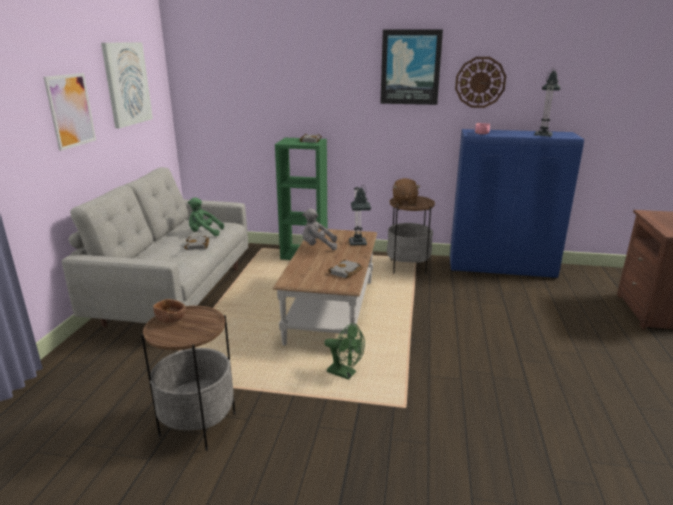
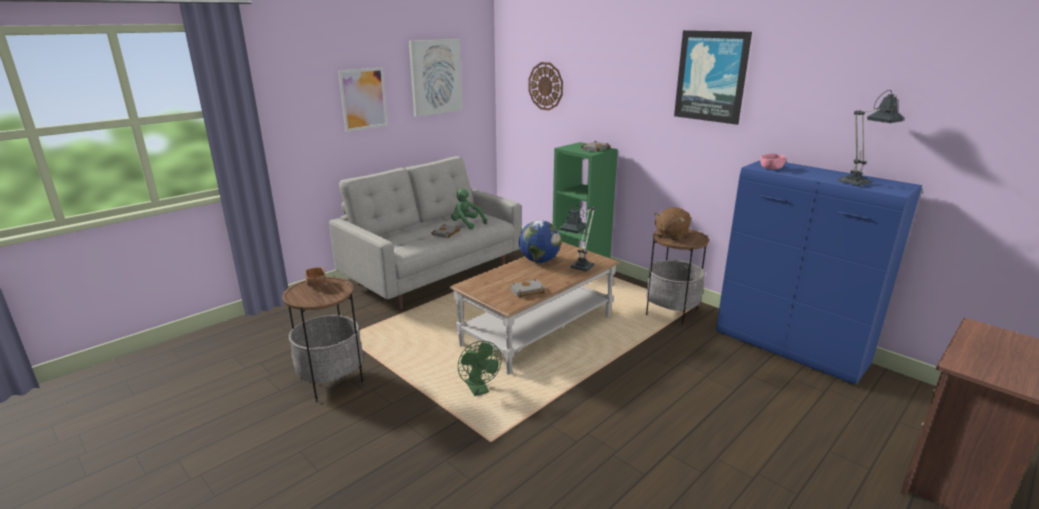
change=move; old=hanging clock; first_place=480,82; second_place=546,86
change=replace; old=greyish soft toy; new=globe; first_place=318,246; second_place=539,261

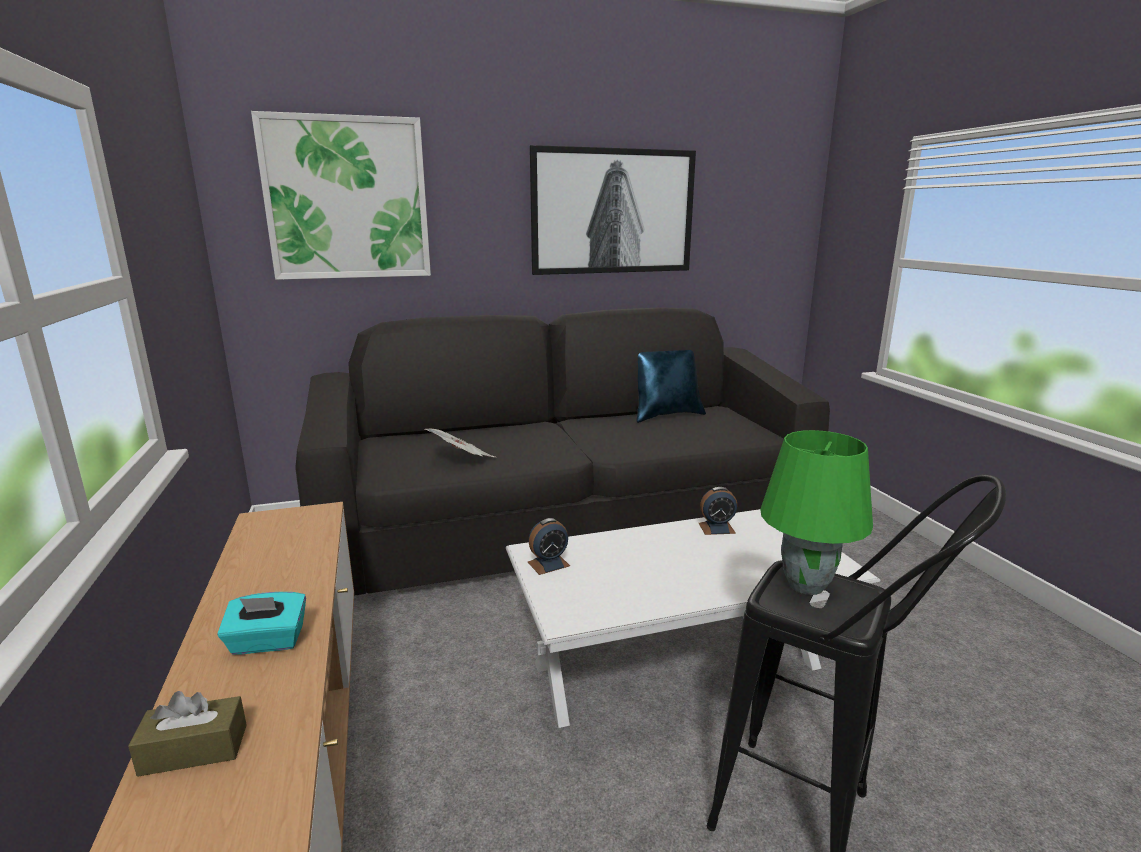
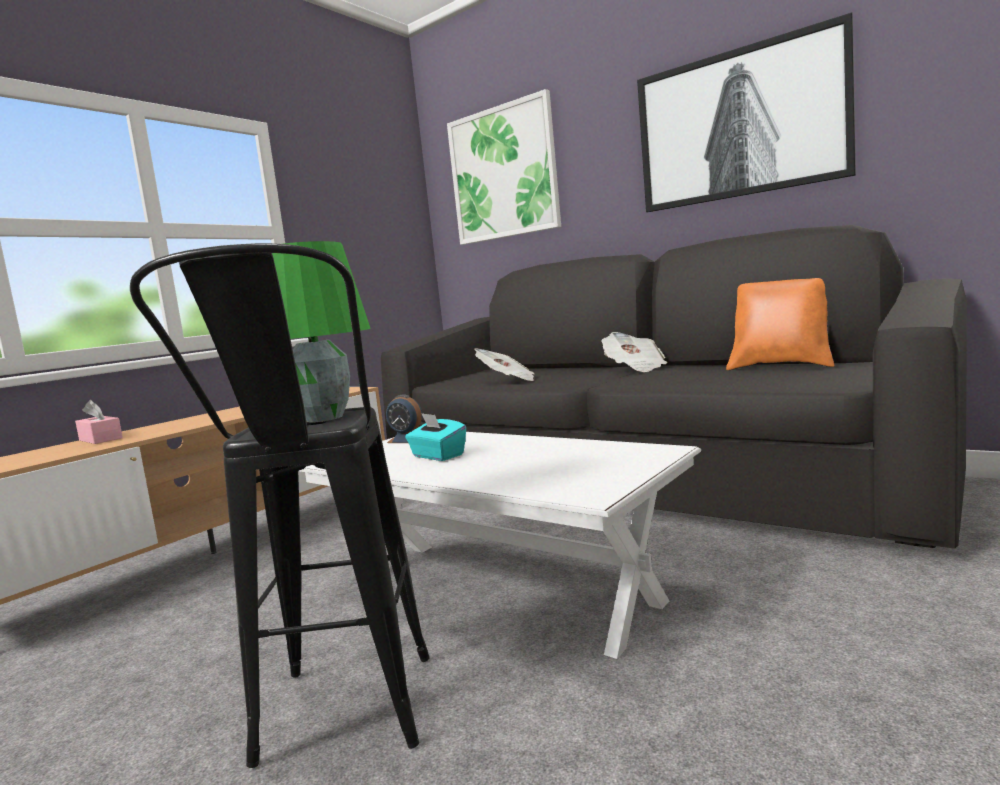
change=delete; old=alarm clock; first_place=716,528
change=insert; new=daily paper; second_place=635,368
change=move; old=blue-green box of tissues; first_place=267,642; second_place=437,456
change=recolor; old=brown-coloured box of tissues; new=pink box of tissues; first_place=194,750; second_place=100,439
change=recolor; old=bluish throw pillow; new=orange throw pillow; first_place=666,415; second_place=781,367

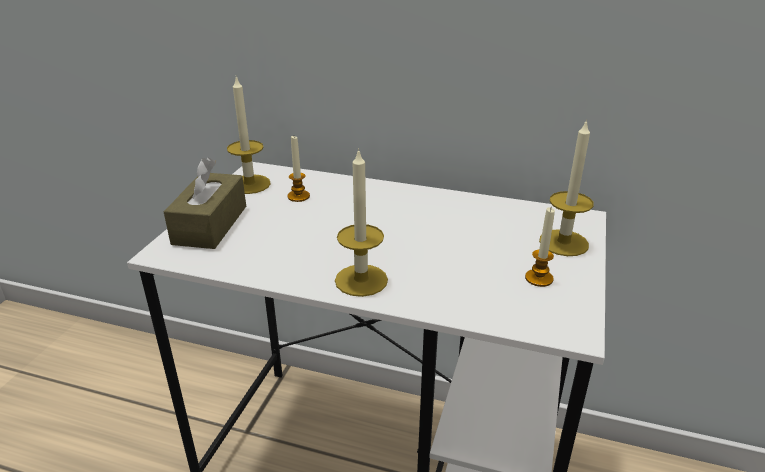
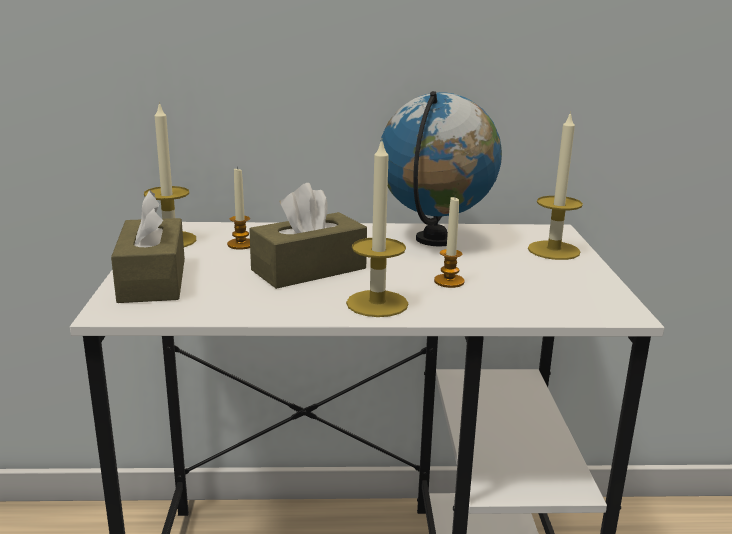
change=insert; new=brown-coloured box of tissues; second_place=309,269
change=insert; new=globe; second_place=435,240
change=move; old=wax light; first_place=539,278; second_place=449,281

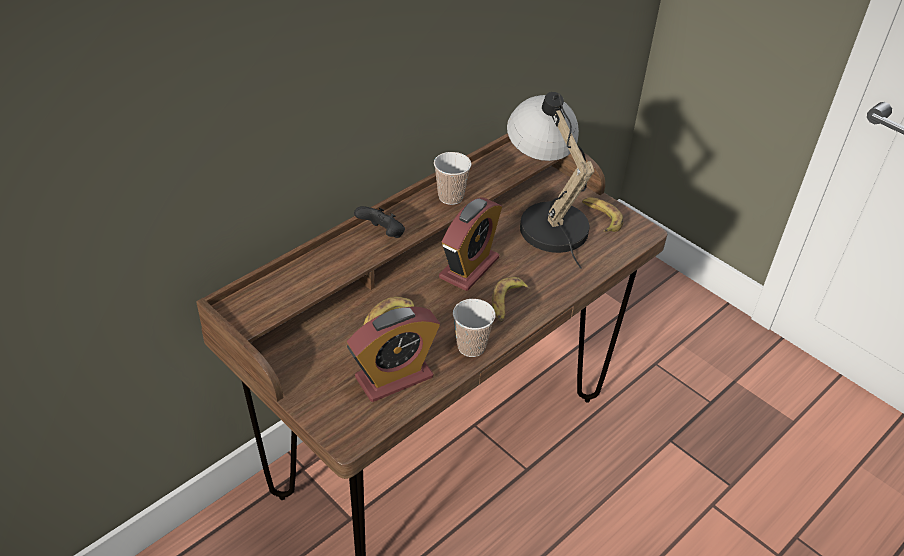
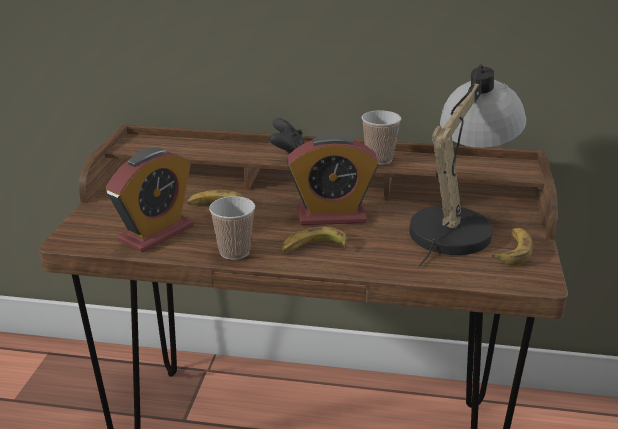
change=rotate; old=alarm clock; first_place=394,377; second_place=156,233; degrees=-75

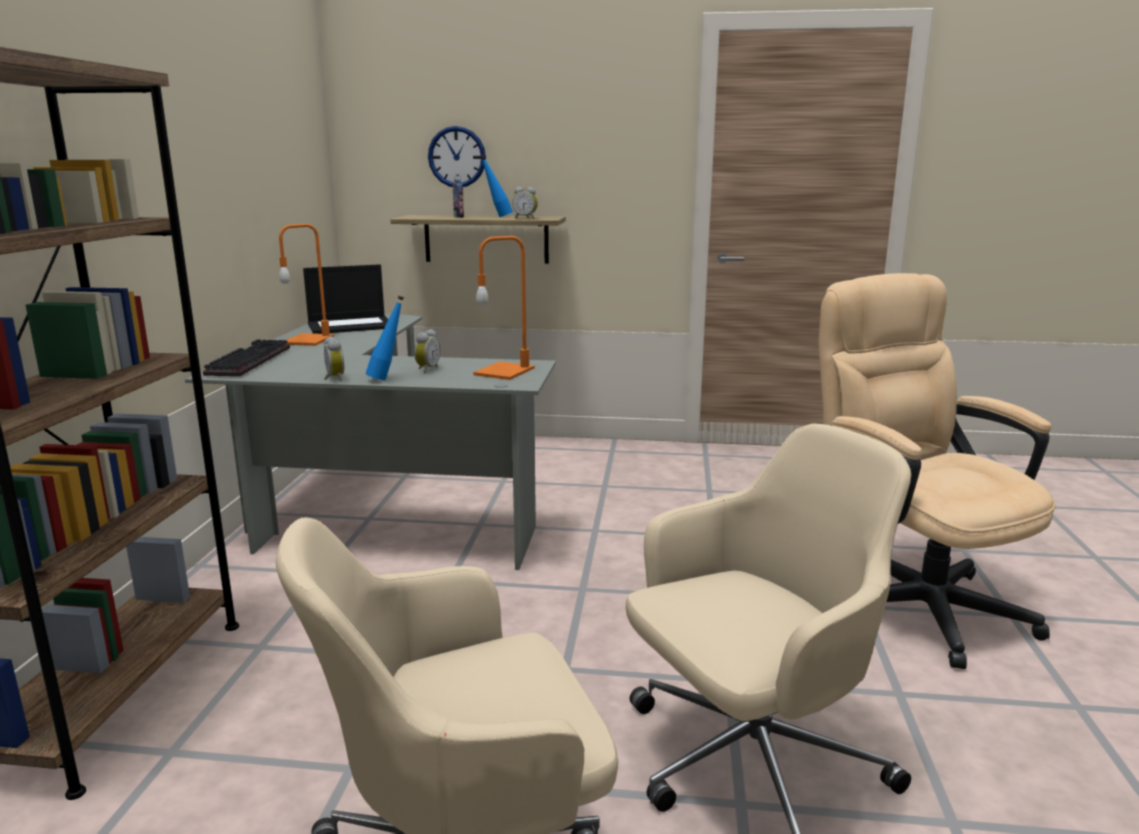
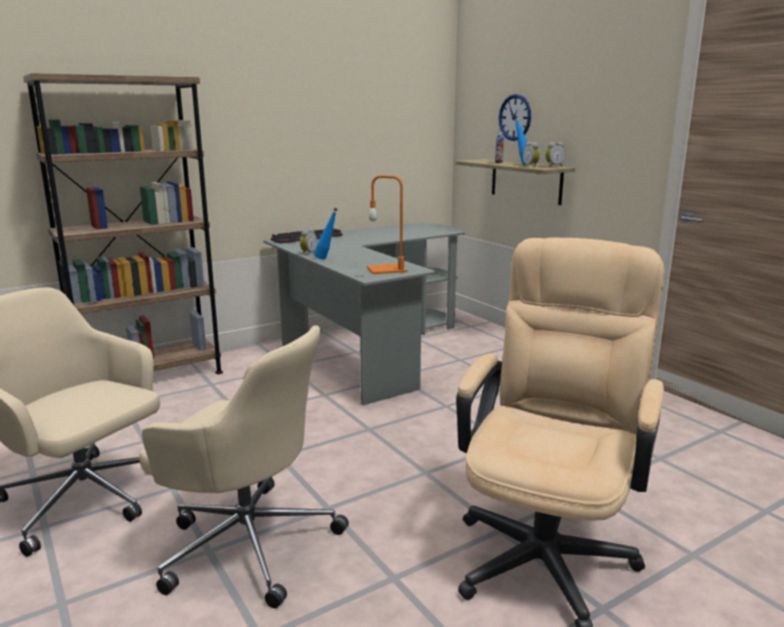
change=delete; old=orange lamp for a table; first_place=308,340
change=delete; old=laptop; first_place=351,325
change=move; old=alarm clock; first_place=426,369; second_place=553,166

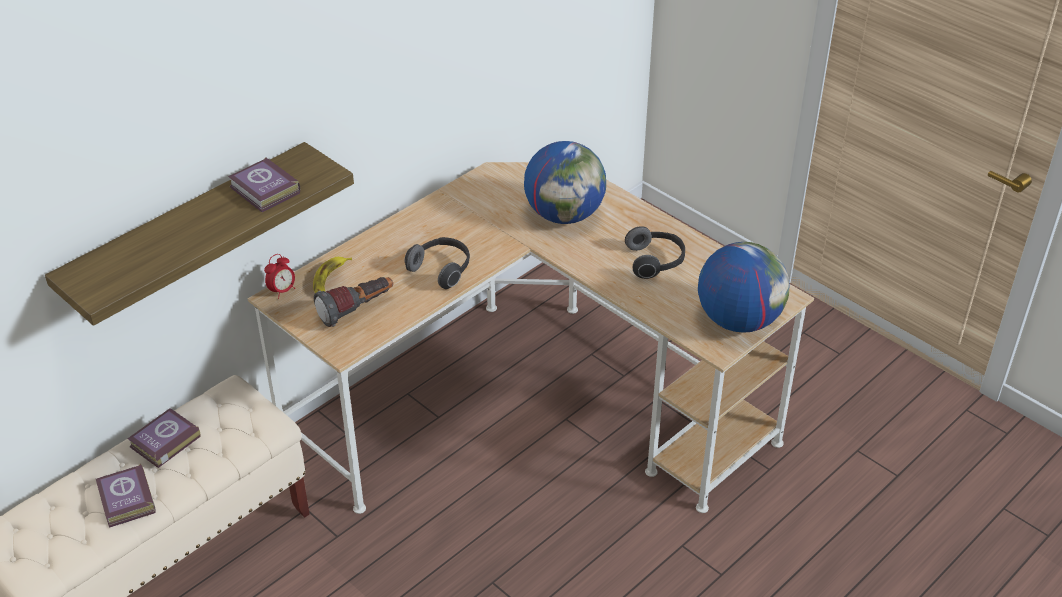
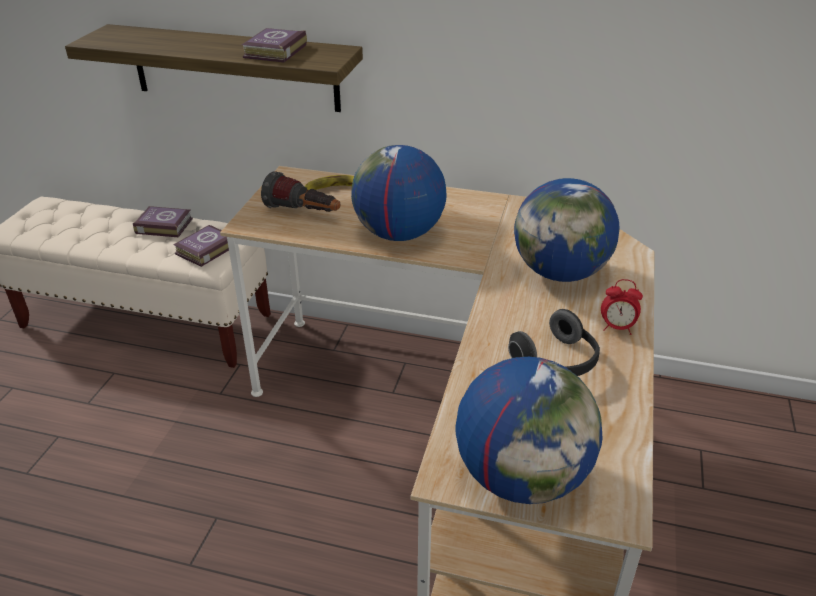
change=move; old=book; first_place=126,501; second_place=204,250
change=move; old=alarm clock; first_place=282,291; second_place=617,328
change=replace; old=pair of headphones; new=globe; first_place=442,270; second_place=398,234

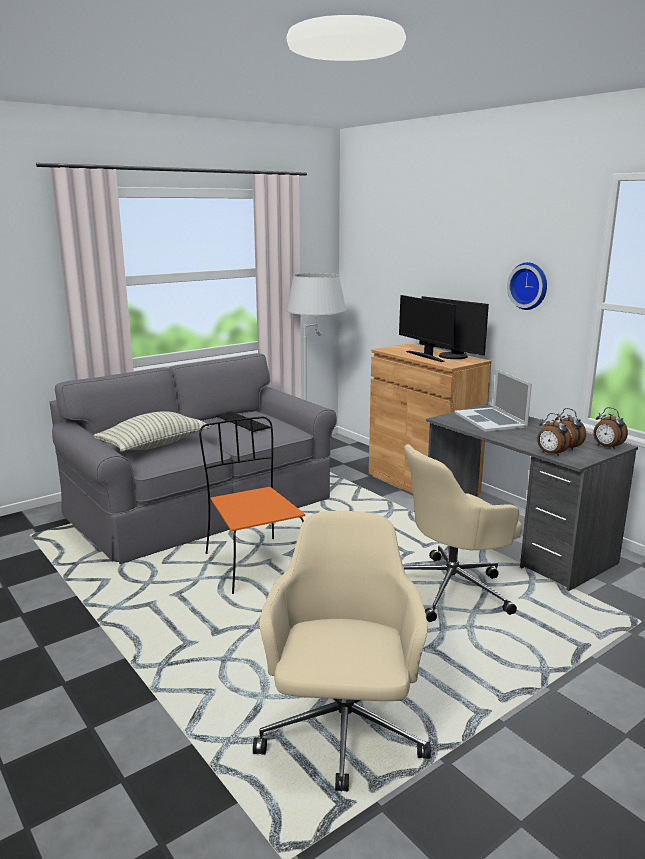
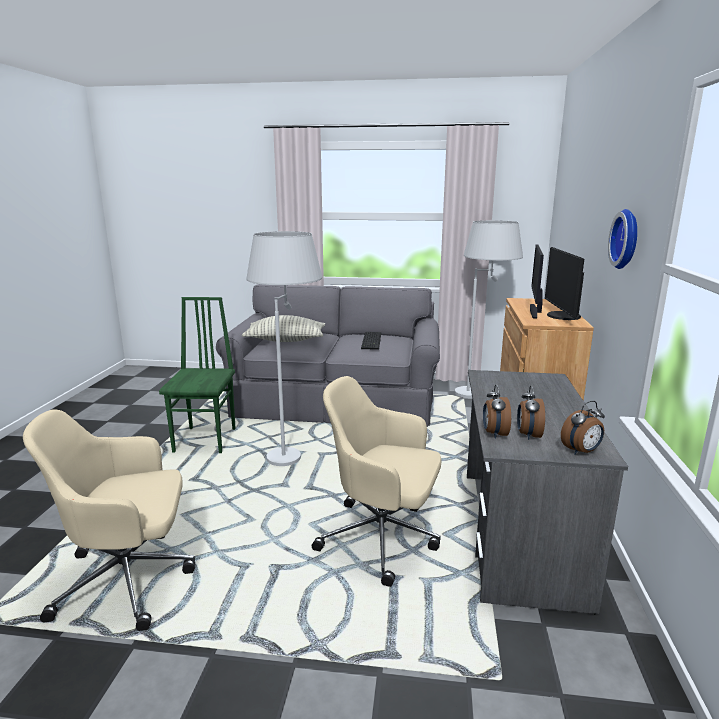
change=delete; old=laptop; first_place=490,420
change=insert; new=greenish plain chair; second_place=206,440
change=replace; old=orange plain chair; new=white standard lamp; first_place=253,563; second_place=291,450
change=rotate; old=beige desk chair; first_place=343,733; second_place=129,580; degrees=-150
change=rotate; old=alarm clock; first_place=606,447; second_place=581,451; degrees=-120

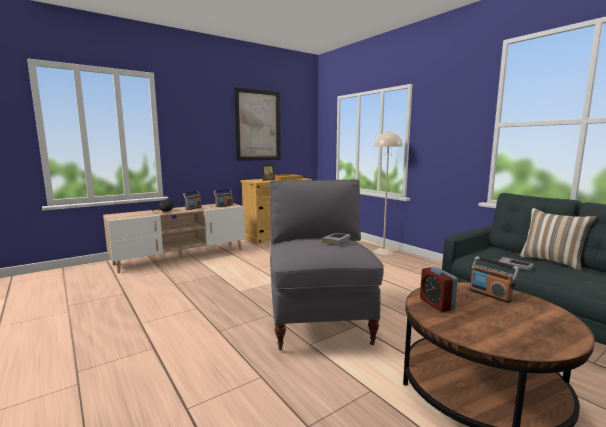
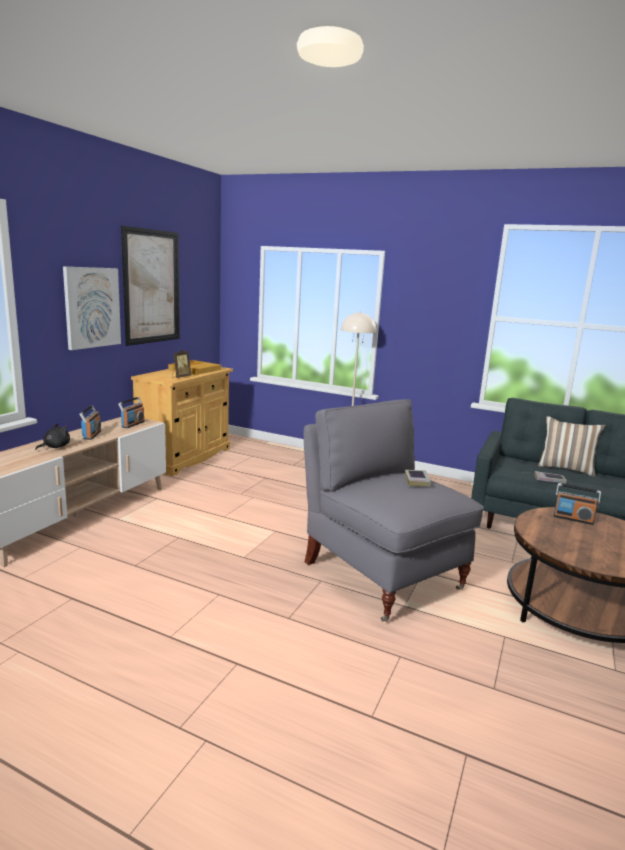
change=delete; old=alarm clock; first_place=436,304
change=insert; new=picture; second_place=92,307

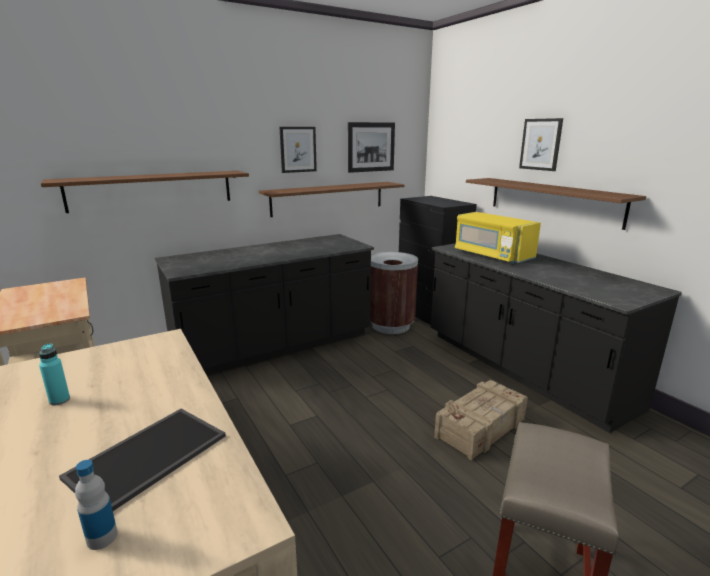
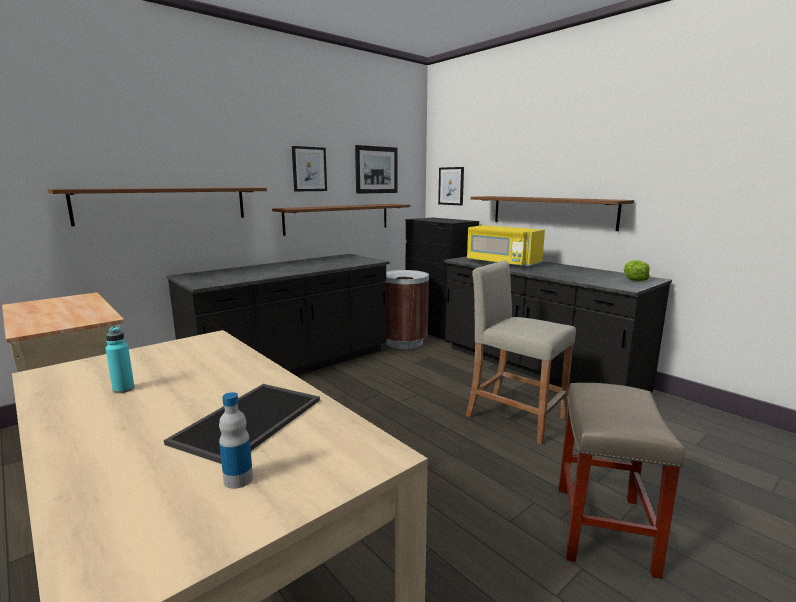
change=insert; new=lettuce head; second_place=634,279
change=move; old=picture; first_place=540,144; second_place=451,186
change=replace; old=shipping crate; new=beige stool seat; first_place=481,428; second_place=515,417

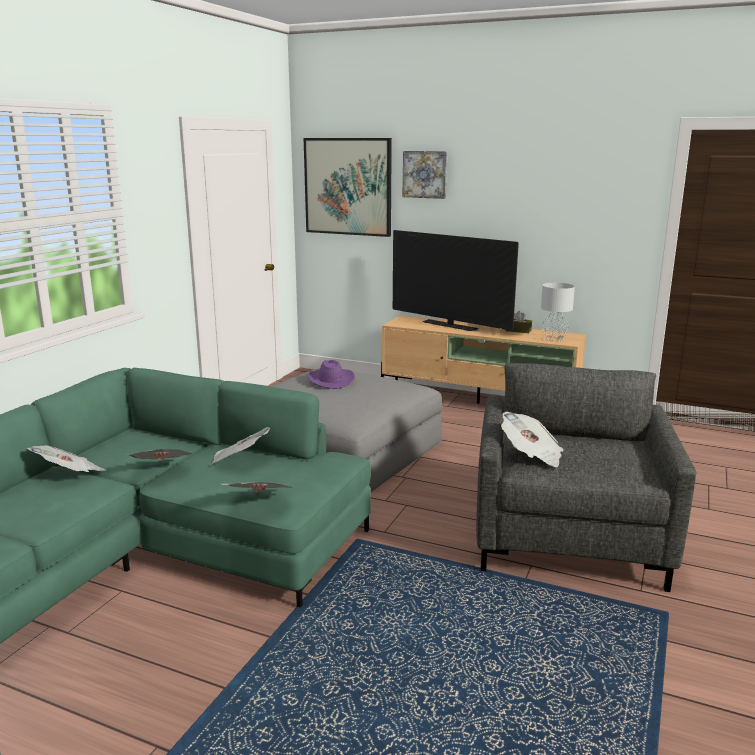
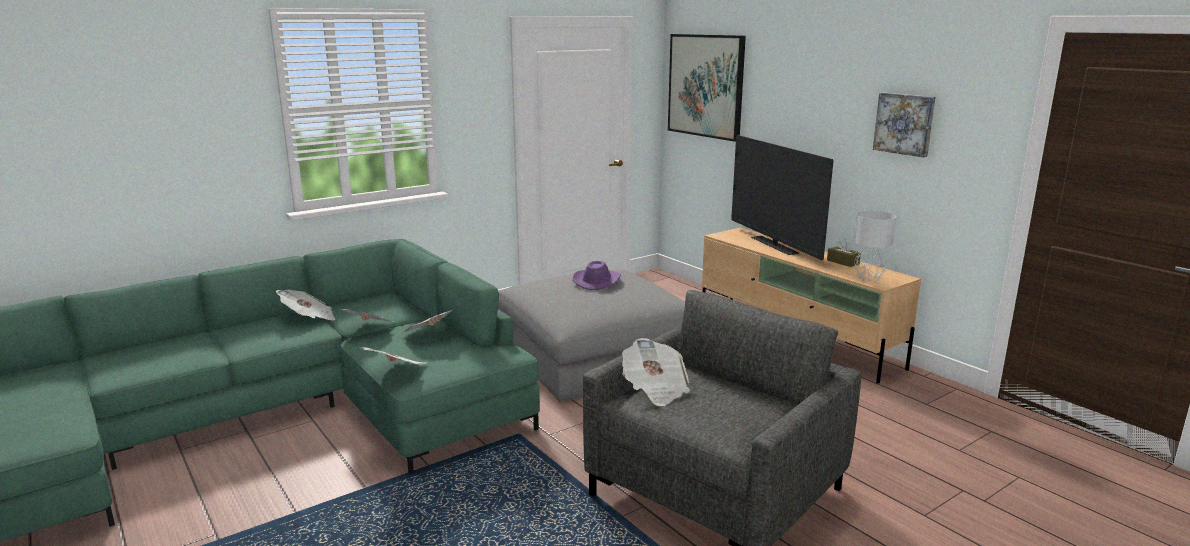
change=move; old=picture; first_place=425,174; second_place=905,124

